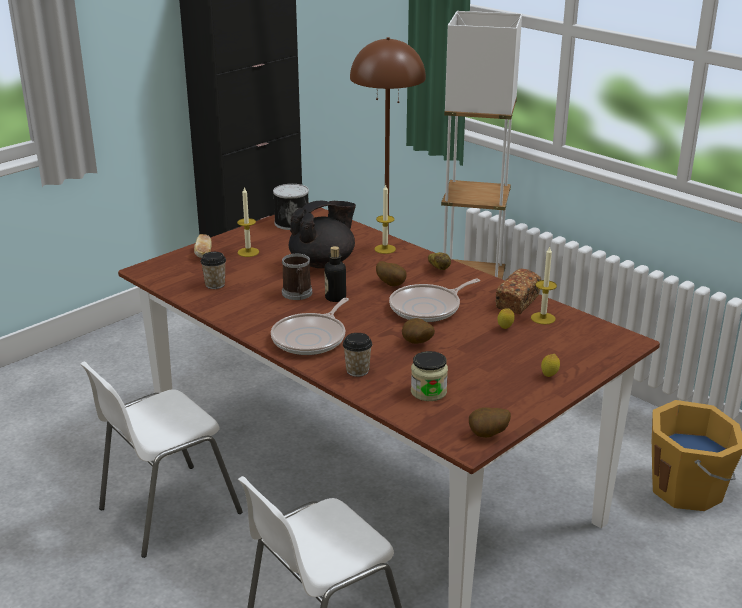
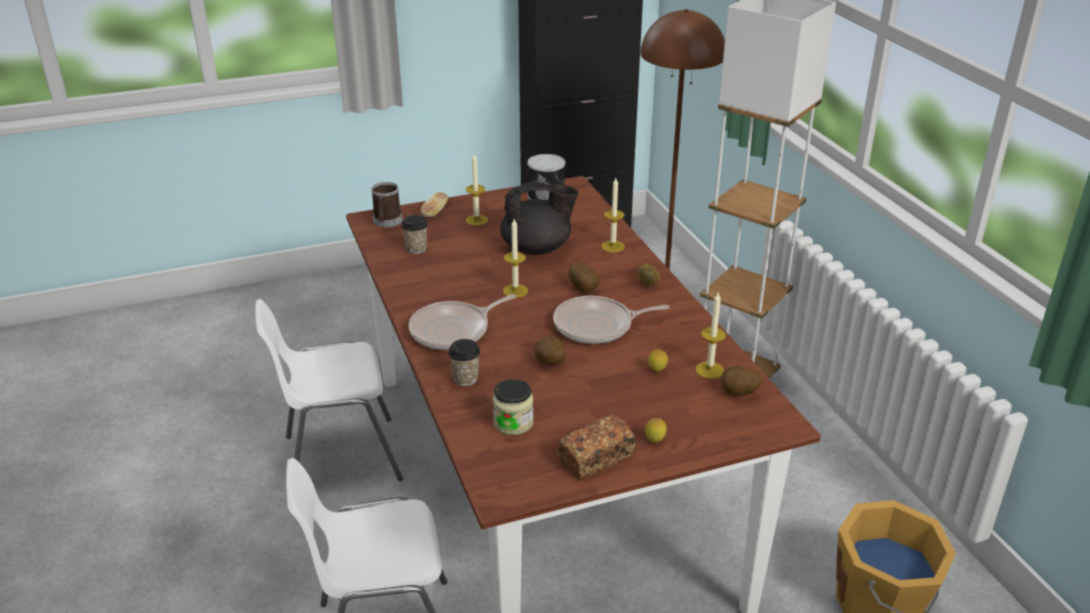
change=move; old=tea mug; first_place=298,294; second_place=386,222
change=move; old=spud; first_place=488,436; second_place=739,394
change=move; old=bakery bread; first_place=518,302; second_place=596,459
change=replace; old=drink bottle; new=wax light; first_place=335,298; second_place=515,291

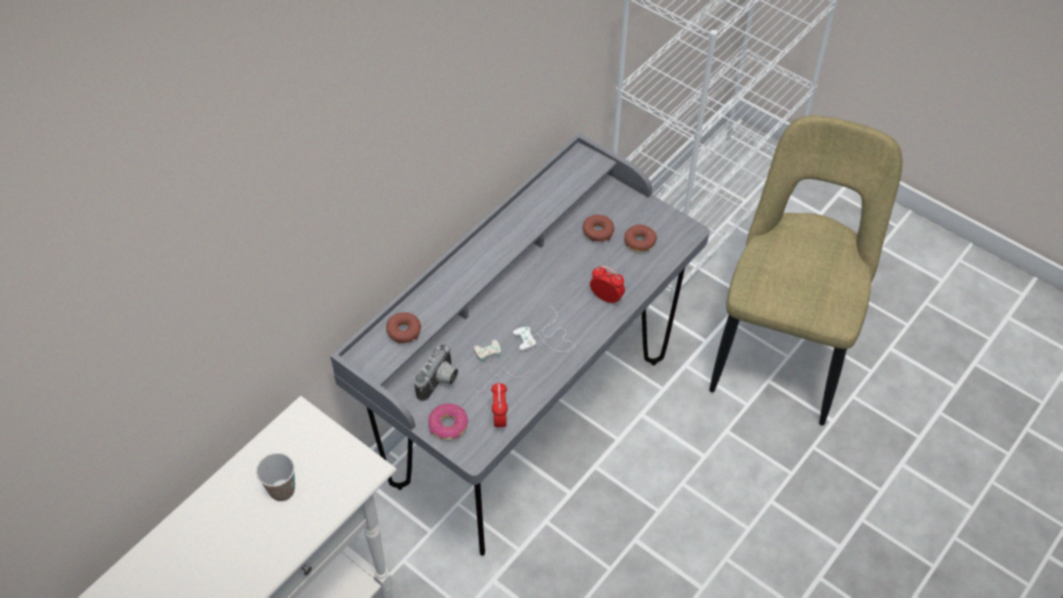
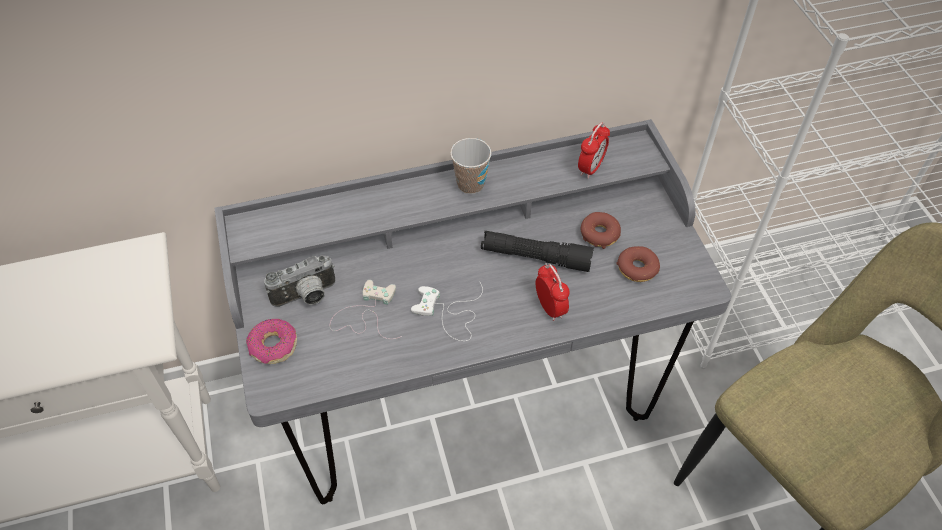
change=delete; old=doughnut; first_place=404,331
change=insert; new=black torch; second_place=535,257
change=move; old=drinking cup; first_place=282,490; second_place=470,184
change=move; old=alarm clock; first_place=500,418; second_place=591,168

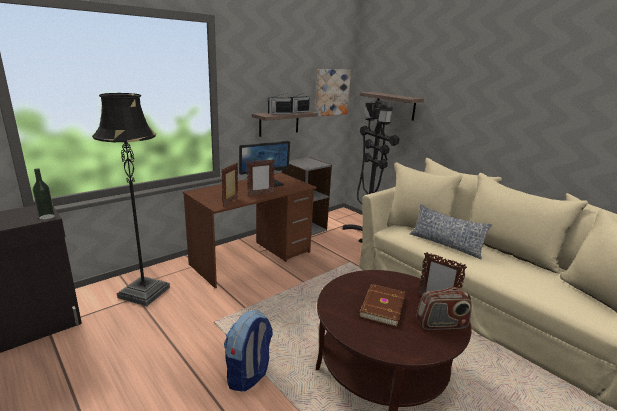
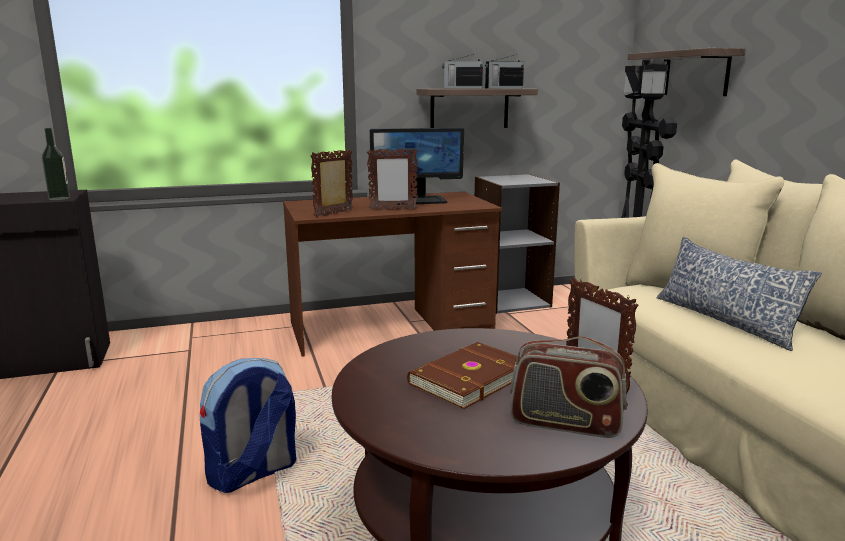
change=delete; old=black standard lamp; first_place=144,292
change=delete; old=picture; first_place=332,92

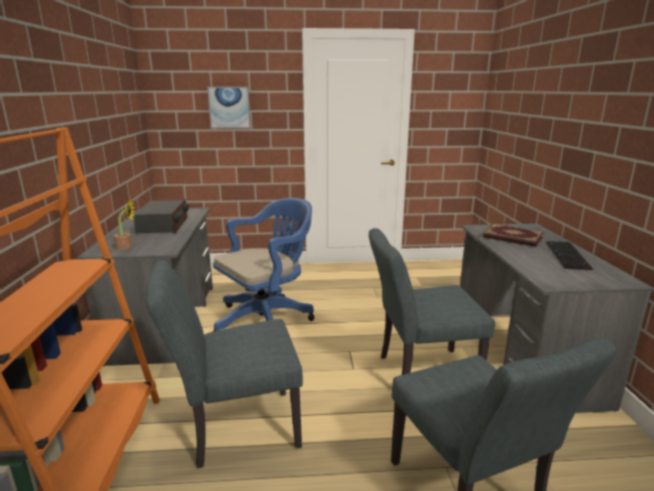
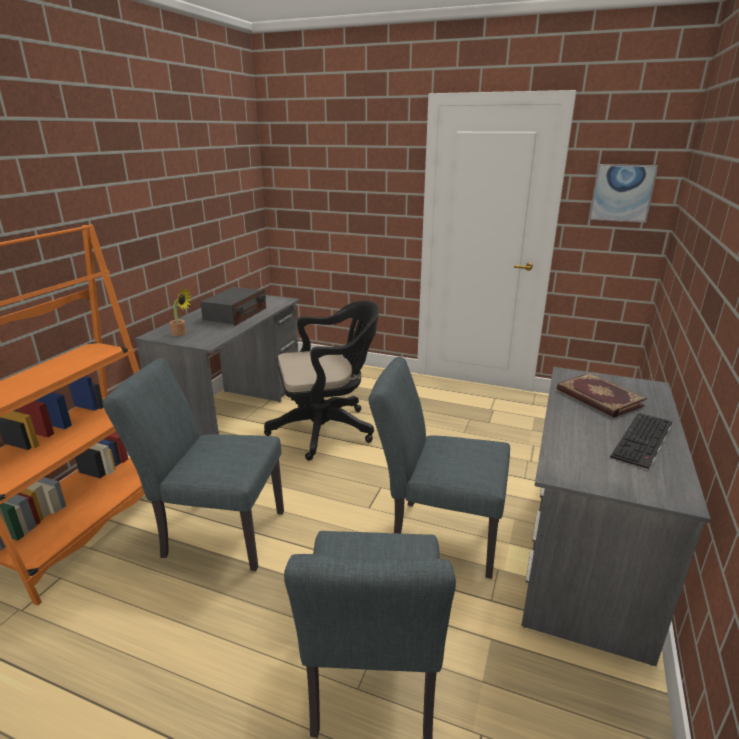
change=move; old=picture; first_place=229,107; second_place=622,193
change=recolor; old=bluish desk chair; new=black desk chair; first_place=267,318; second_place=327,429

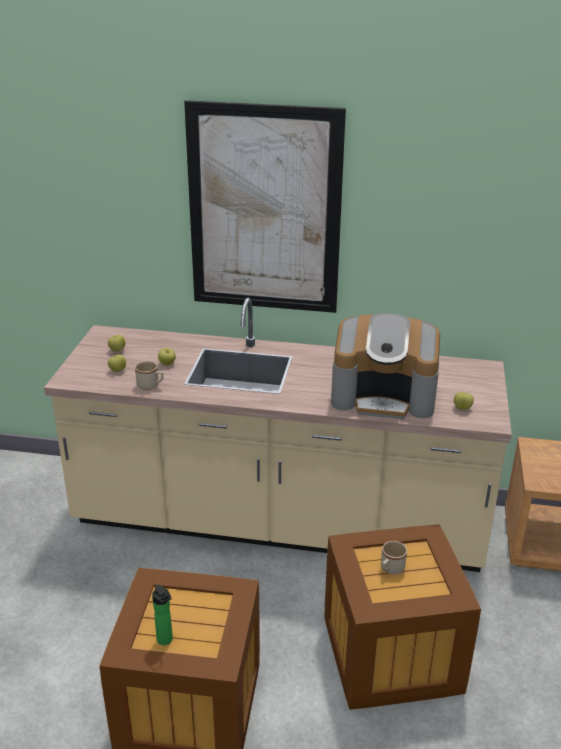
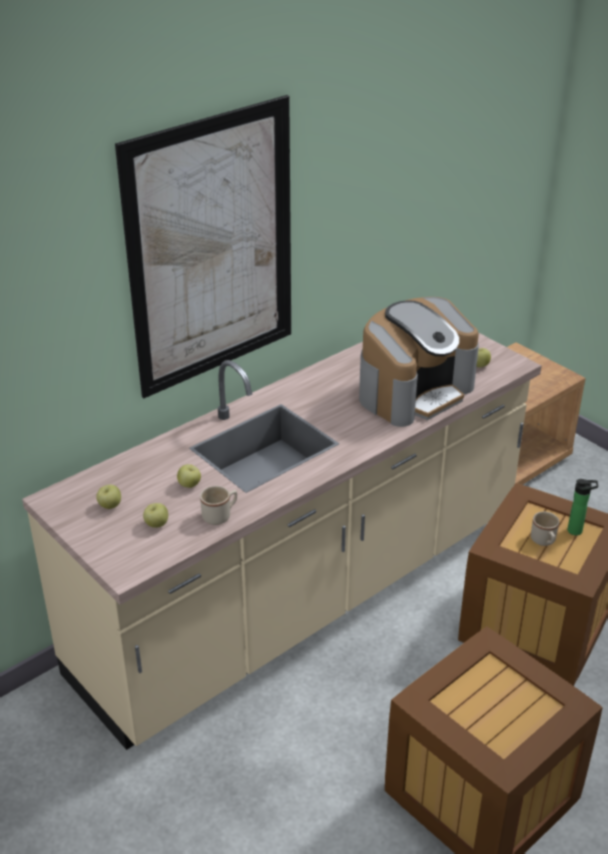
change=move; old=drink bottle; first_place=166,641; second_place=577,531

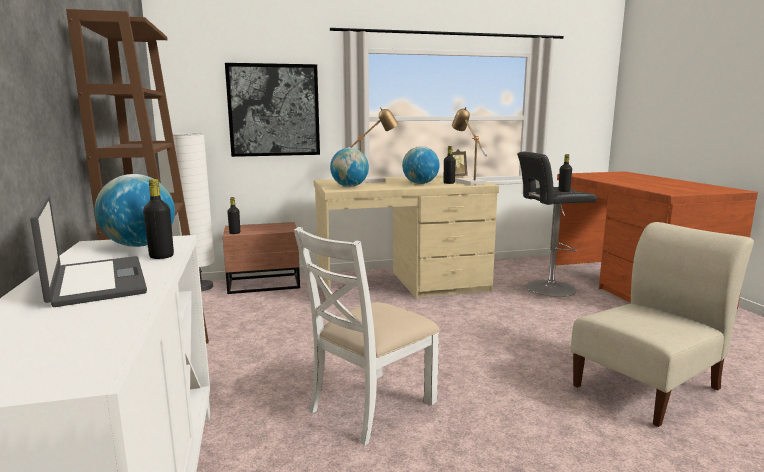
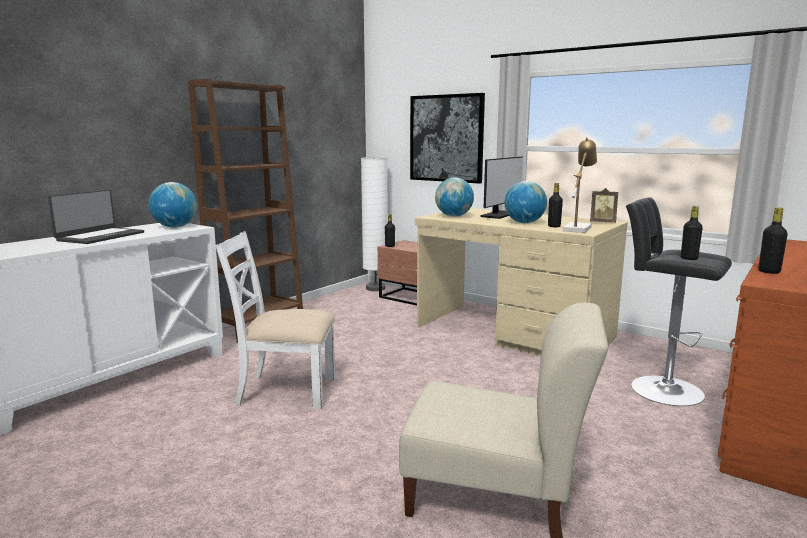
change=move; old=black drink bottle; first_place=161,256; second_place=769,272
change=replace; old=lamp for a table; new=computer screen; first_place=373,181; second_place=499,215

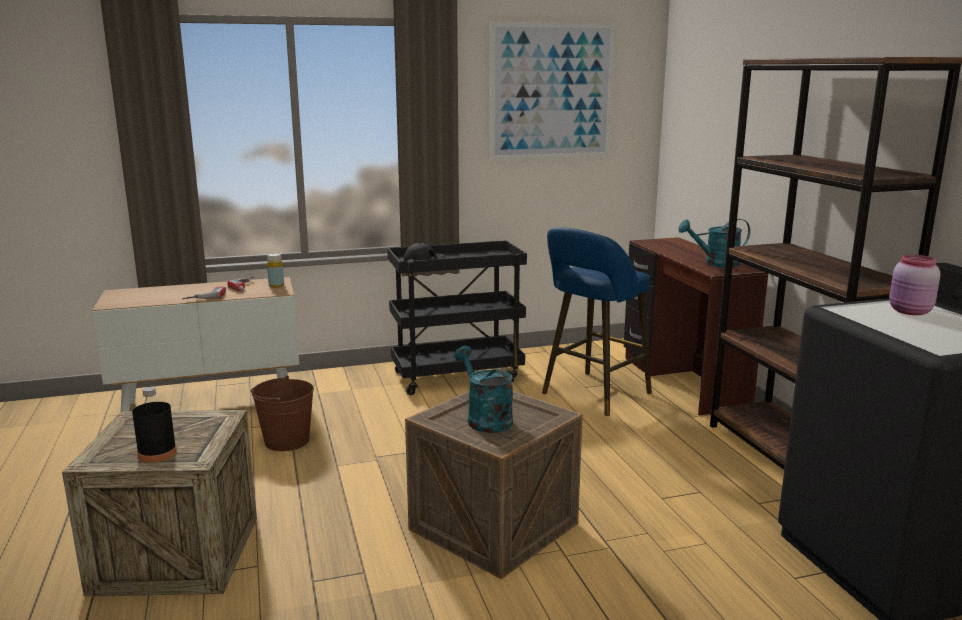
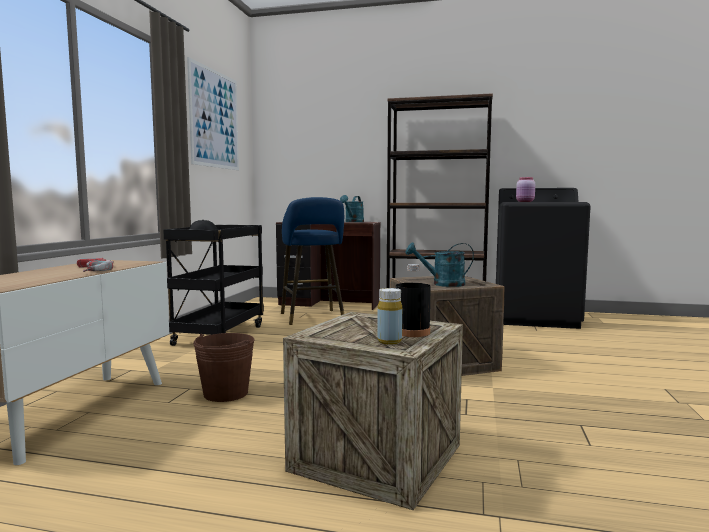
change=move; old=yellow drink bottle; first_place=276,286; second_place=389,341

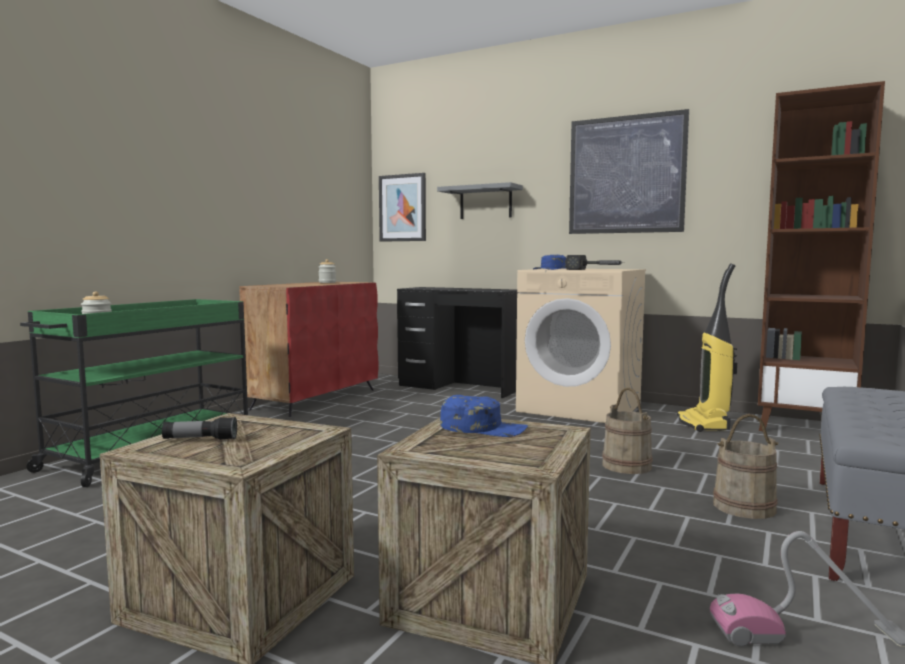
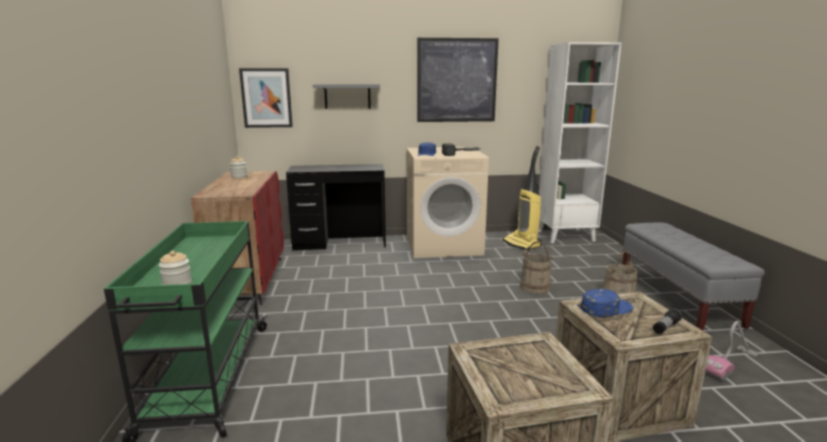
change=move; old=torch; first_place=200,440; second_place=665,327
change=recolor; old=brown-coloured bookshelf; new=white bookshelf; first_place=805,428; second_place=565,236

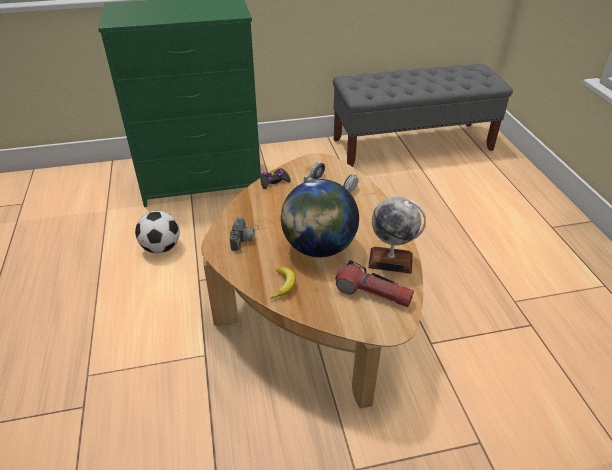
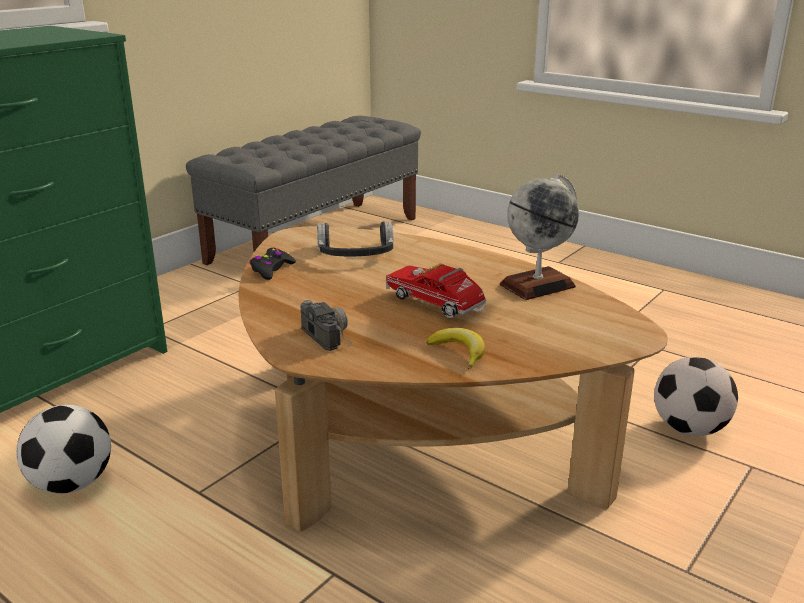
change=delete; old=torch; first_place=373,293
change=insert; new=ball for football; second_place=689,429
change=replace; old=globe; new=model truck; first_place=318,247; second_place=439,305

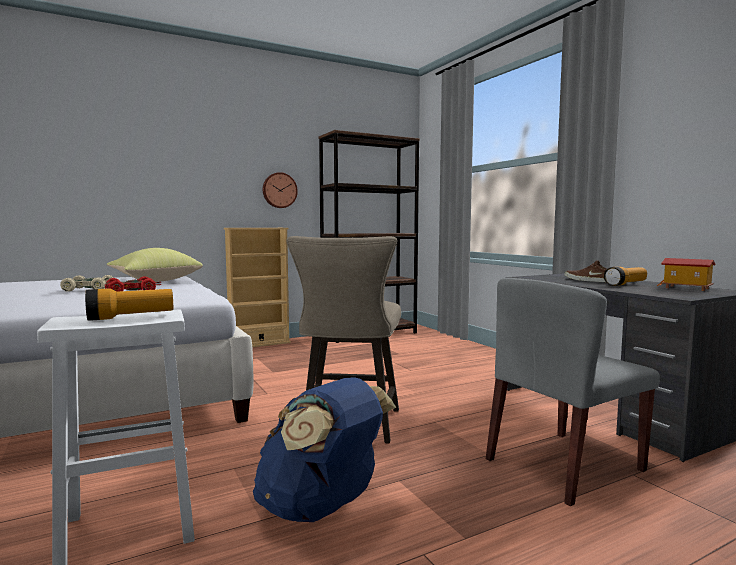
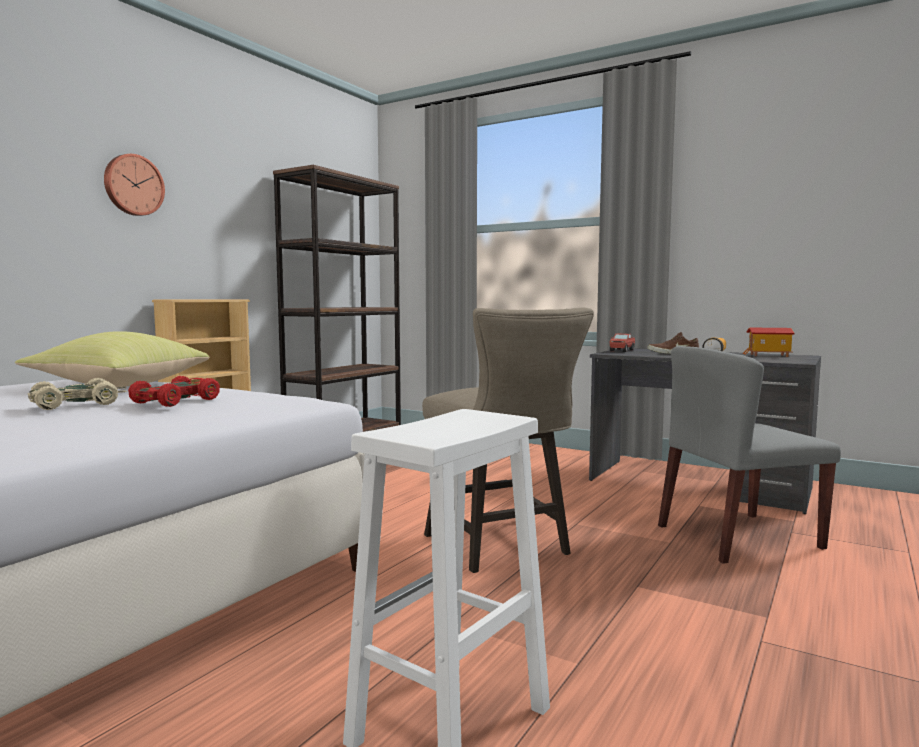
change=delete; old=torch; first_place=131,317
change=delete; old=bluish knapsack; first_place=321,508
change=insert; new=model truck; second_place=622,350
change=move; old=hanging clock; first_place=279,190; second_place=133,185
change=rotate; old=greyish plain chair; first_place=563,465; second_place=737,537; degrees=45

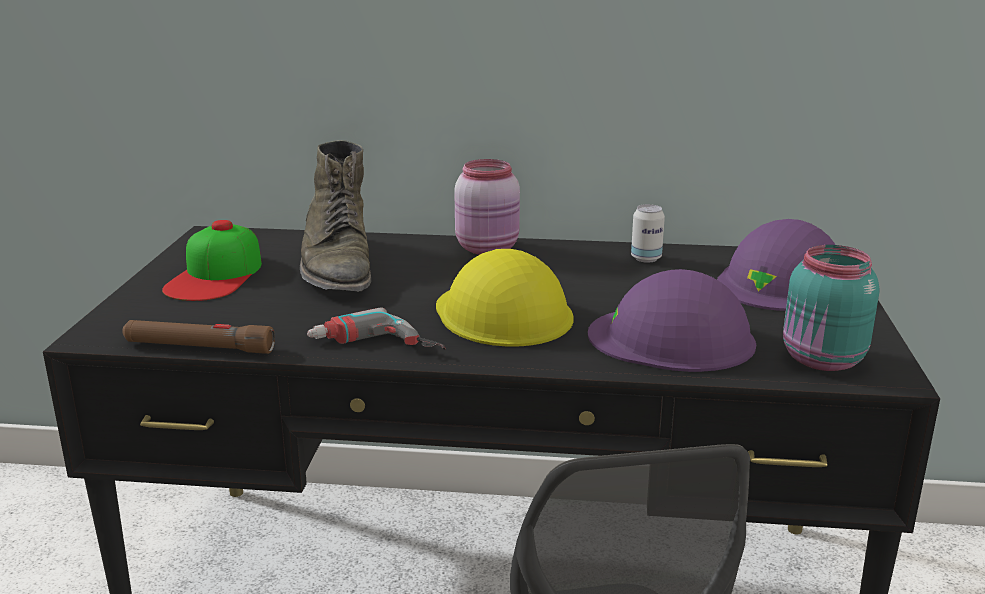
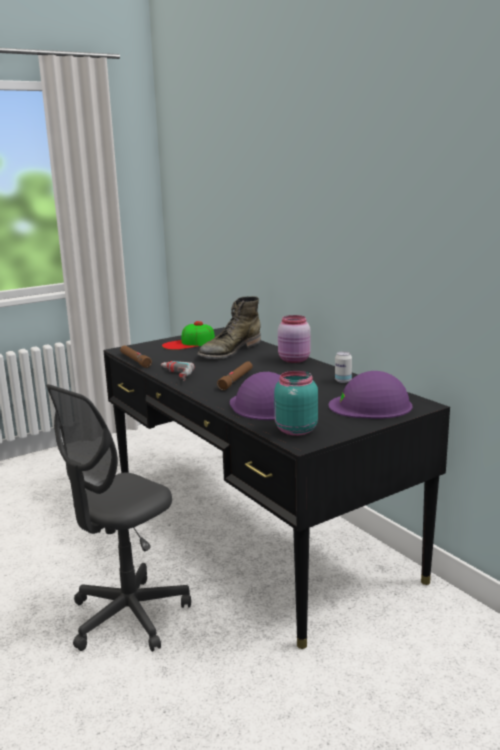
change=replace; old=yellow work helmet; new=brown-coloured torch; first_place=503,313; second_place=236,380

